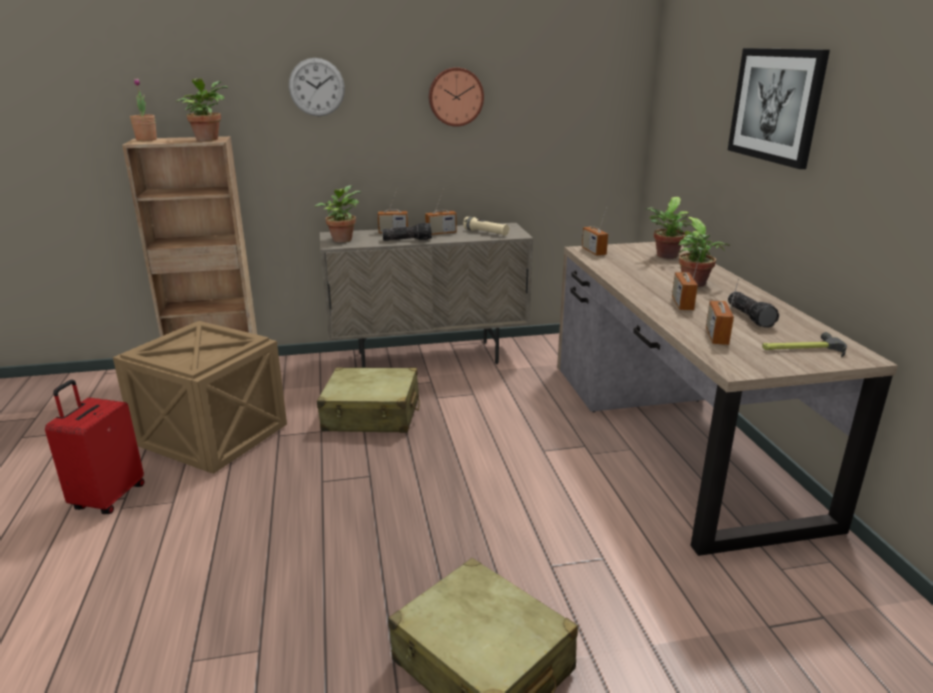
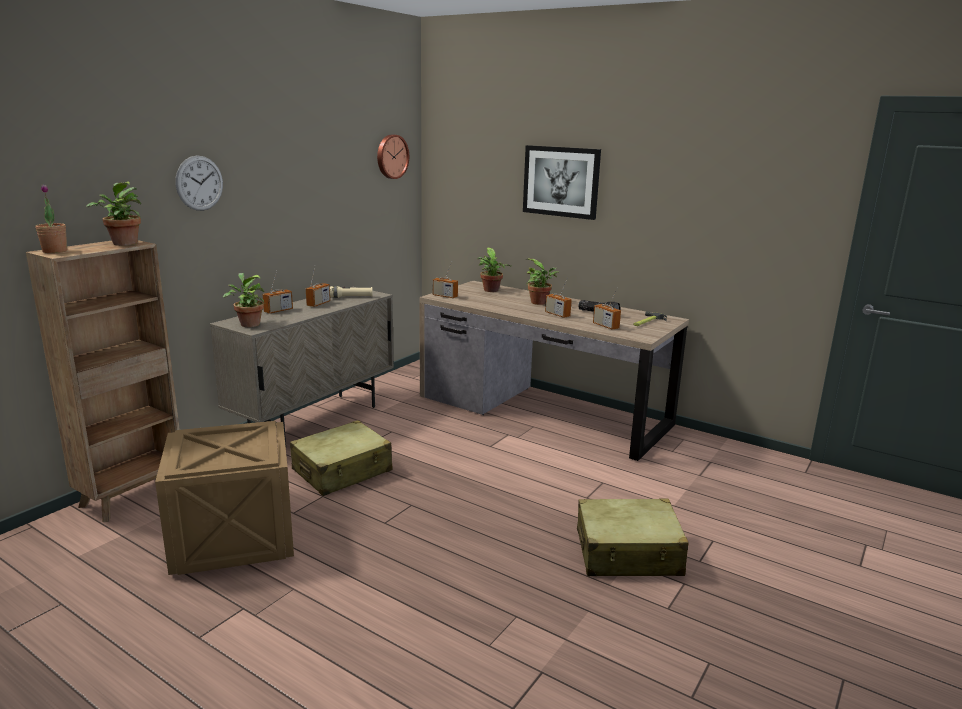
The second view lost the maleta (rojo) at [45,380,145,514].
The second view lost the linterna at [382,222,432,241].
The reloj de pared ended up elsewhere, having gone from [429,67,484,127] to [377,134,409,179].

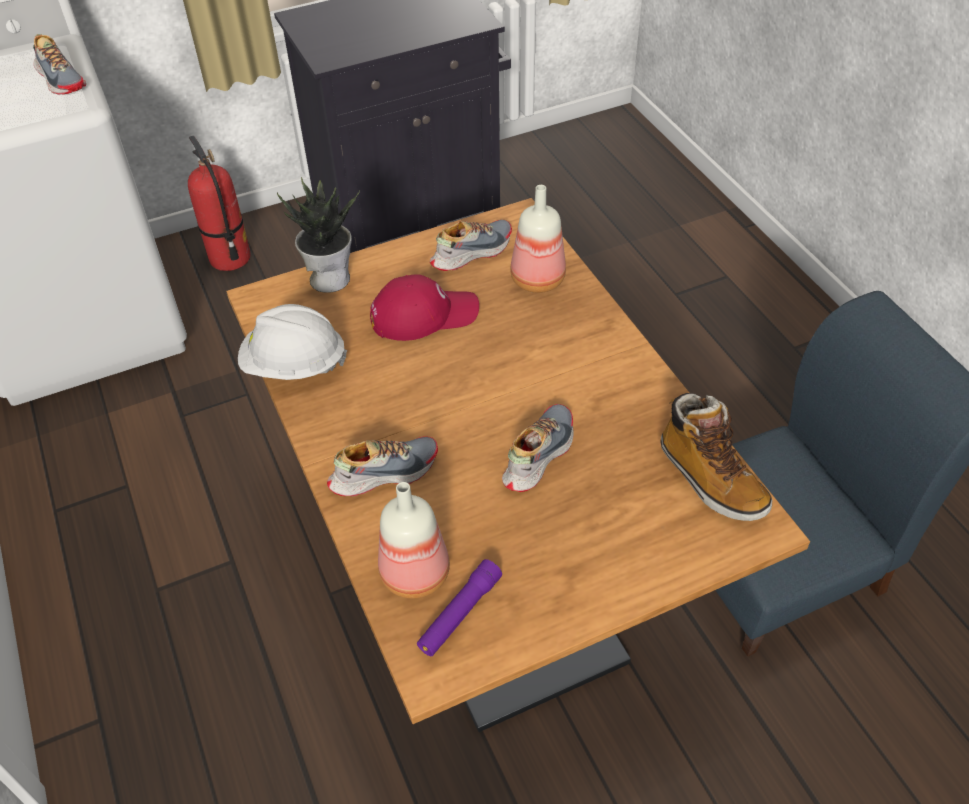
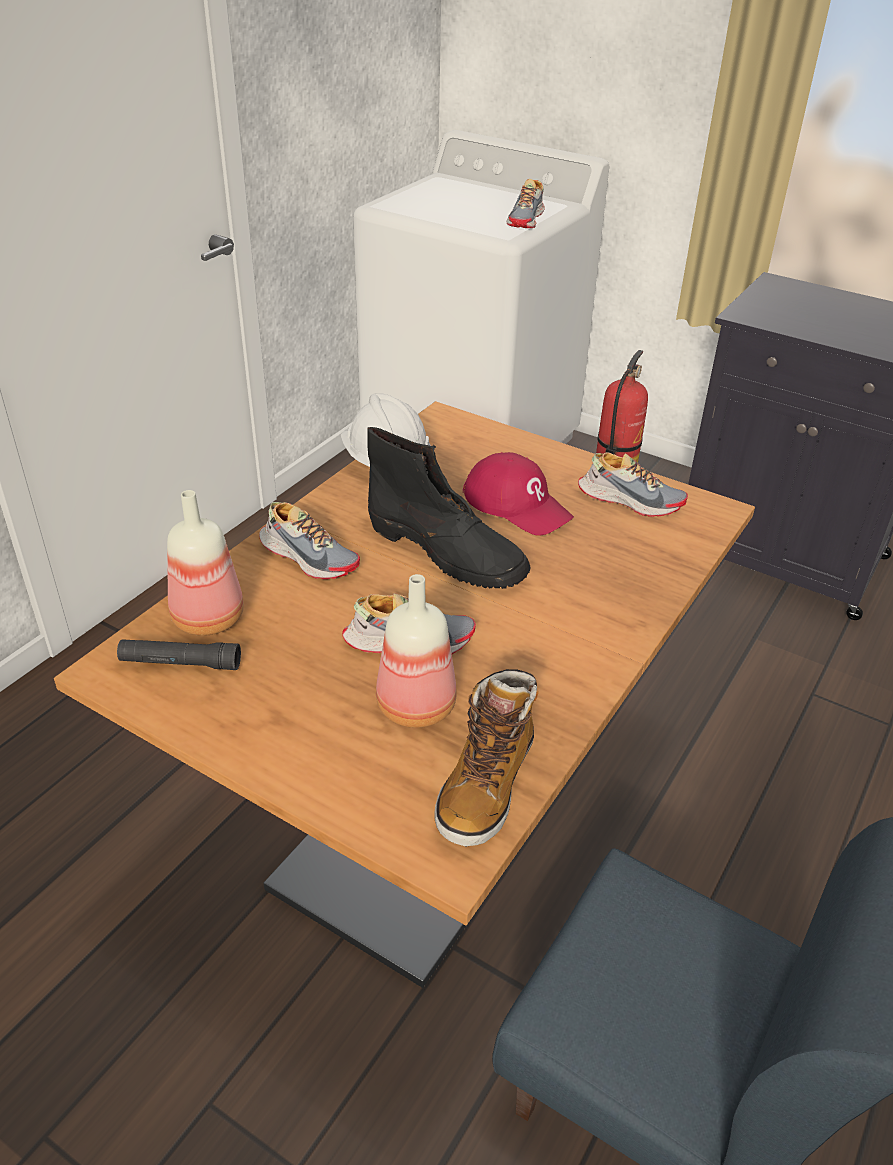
The second view lost the planta en maceta at [277,177,360,293].
What was the linterna (morado) at [417,559,502,656] turned into the linterna (negro) at [117,639,241,670].
The botella ended up elsewhere, having gone from [510,185,566,293] to [376,574,457,728].
The second view gained the bota (negro) at [367,427,530,589].

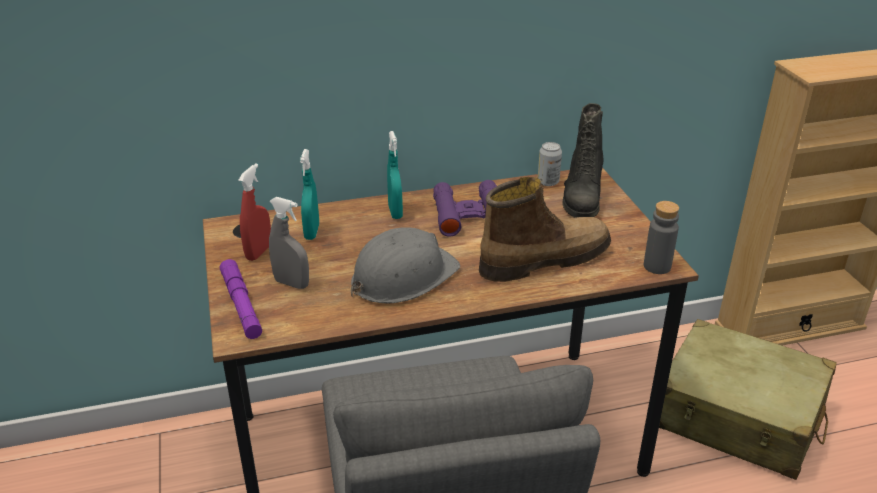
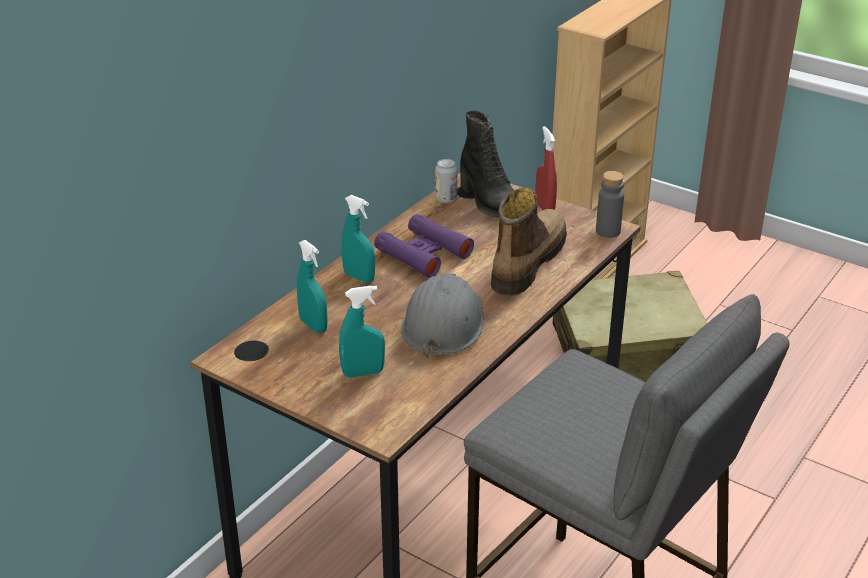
The second view lost the linterna (morado) at [220,259,262,339].
The pulverizador (rojo) ended up elsewhere, having gone from [238,163,271,261] to [535,126,557,210].
What was the pulverizador (gris) at [269,197,309,289] turned into the pulverizador (turquesa) at [339,286,385,378].

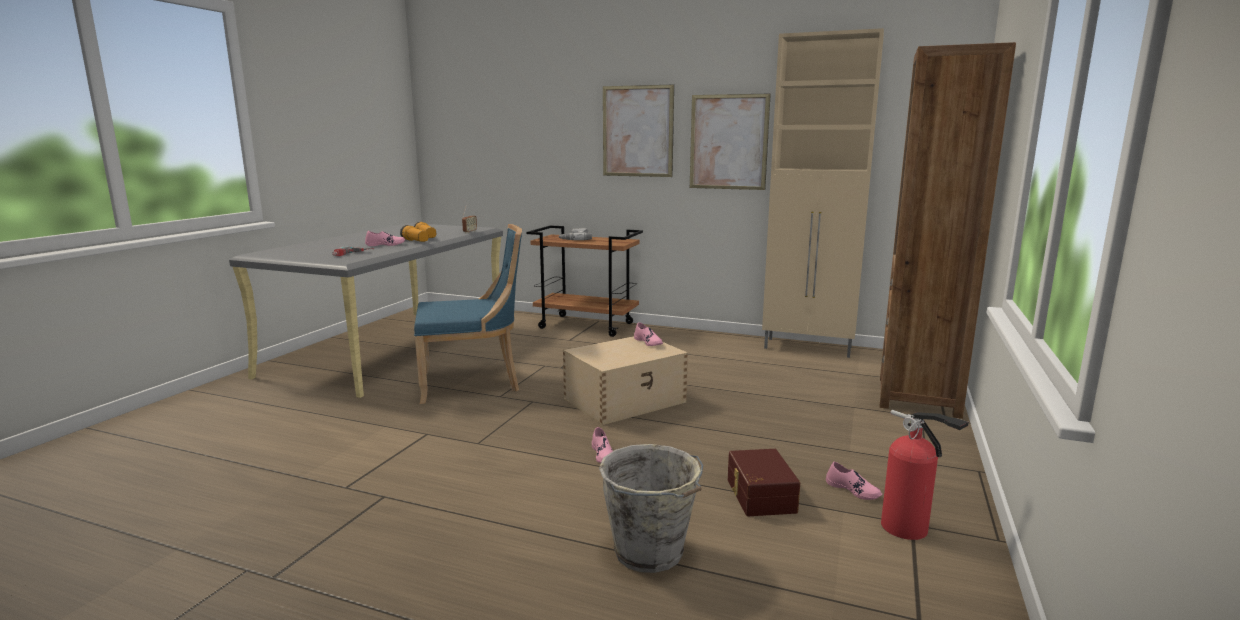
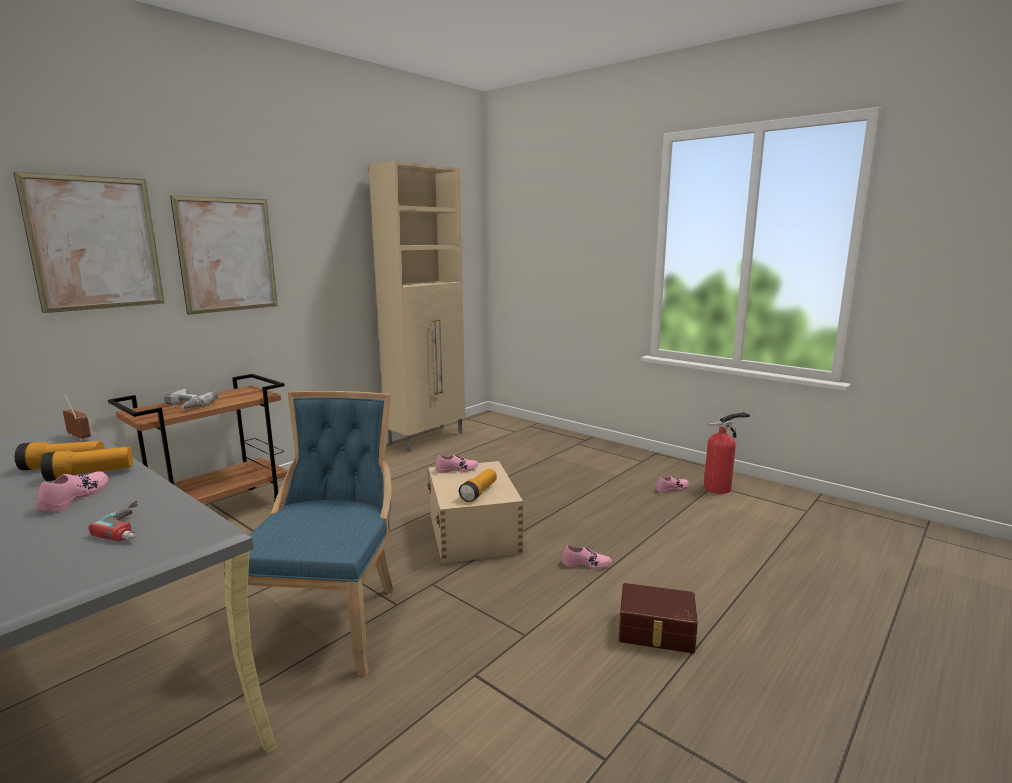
The second view lost the cubo (gris) at [599,444,703,573].
The cuadro ended up elsewhere, having gone from [690,94,771,190] to [13,171,164,313].
The caja de almacenaje (marrón) ended up elsewhere, having gone from [728,449,800,516] to [619,583,698,653].
The second view lost the estantería (marrón) at [880,42,1016,419].
The second view gained the linterna at [459,469,497,502].

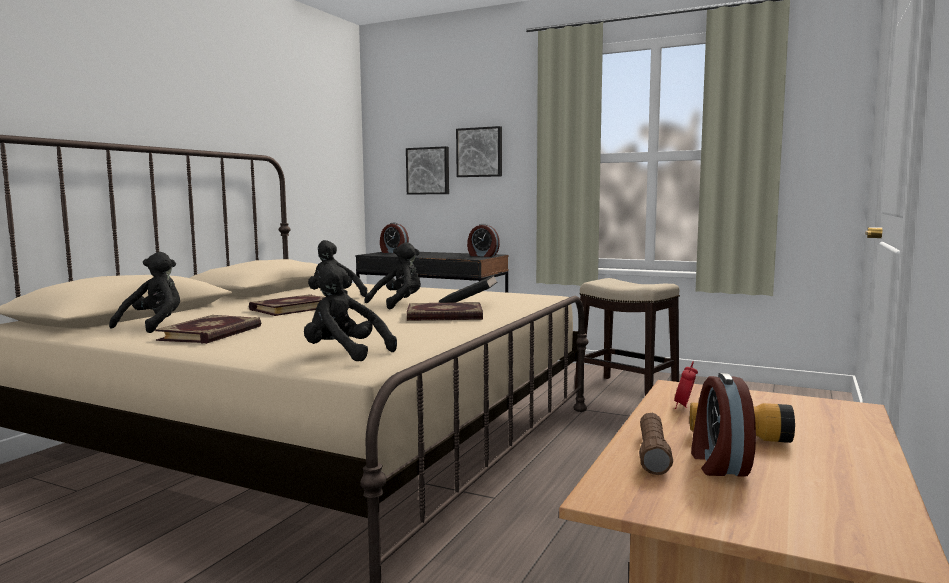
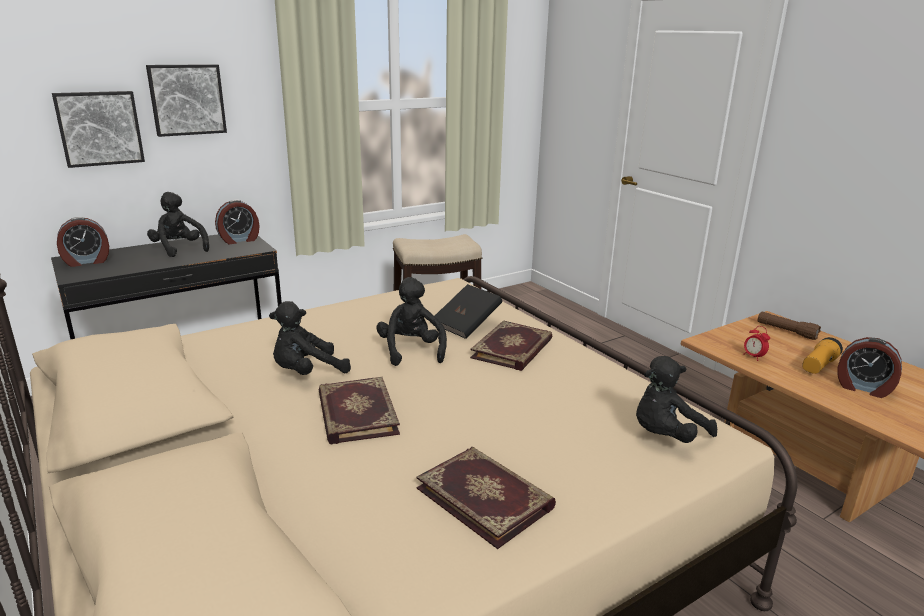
The peluche (negro) ended up elsewhere, having gone from [109,252,180,333] to [147,192,209,257].
The linterna (marrón) ended up elsewhere, having gone from [639,413,673,475] to [758,312,821,340].

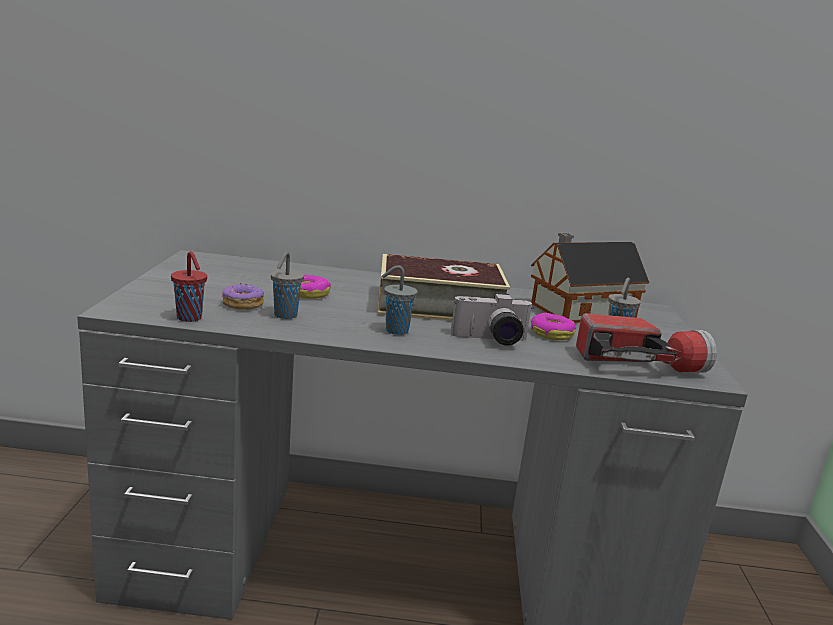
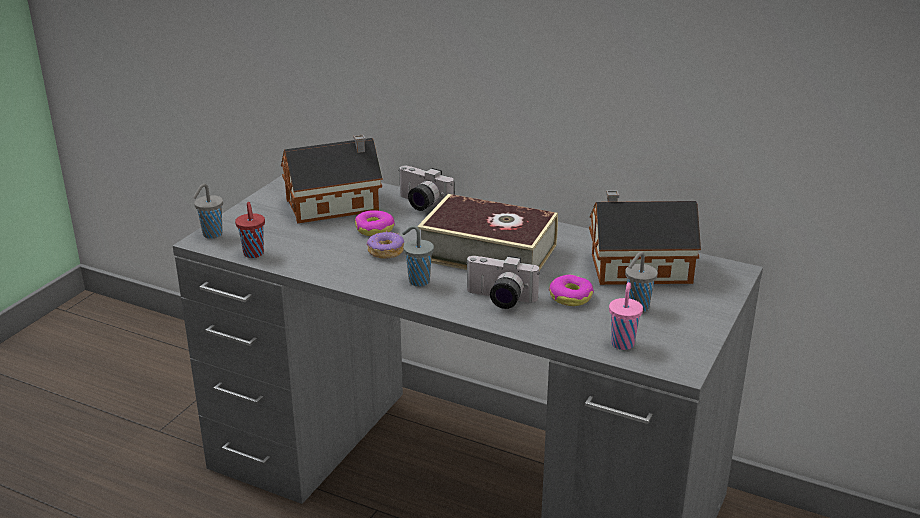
The rosquilla ended up elsewhere, having gone from [222,283,264,310] to [366,231,404,259].
The taza (gris) ended up elsewhere, having gone from [271,252,304,319] to [193,183,223,239].
Where the linterna stood at [576,313,717,373], the taza (rosa) came to stand at [609,282,643,350].
The second view gained the casita at [281,135,383,224].
The second view gained the cámara at [398,166,455,211].

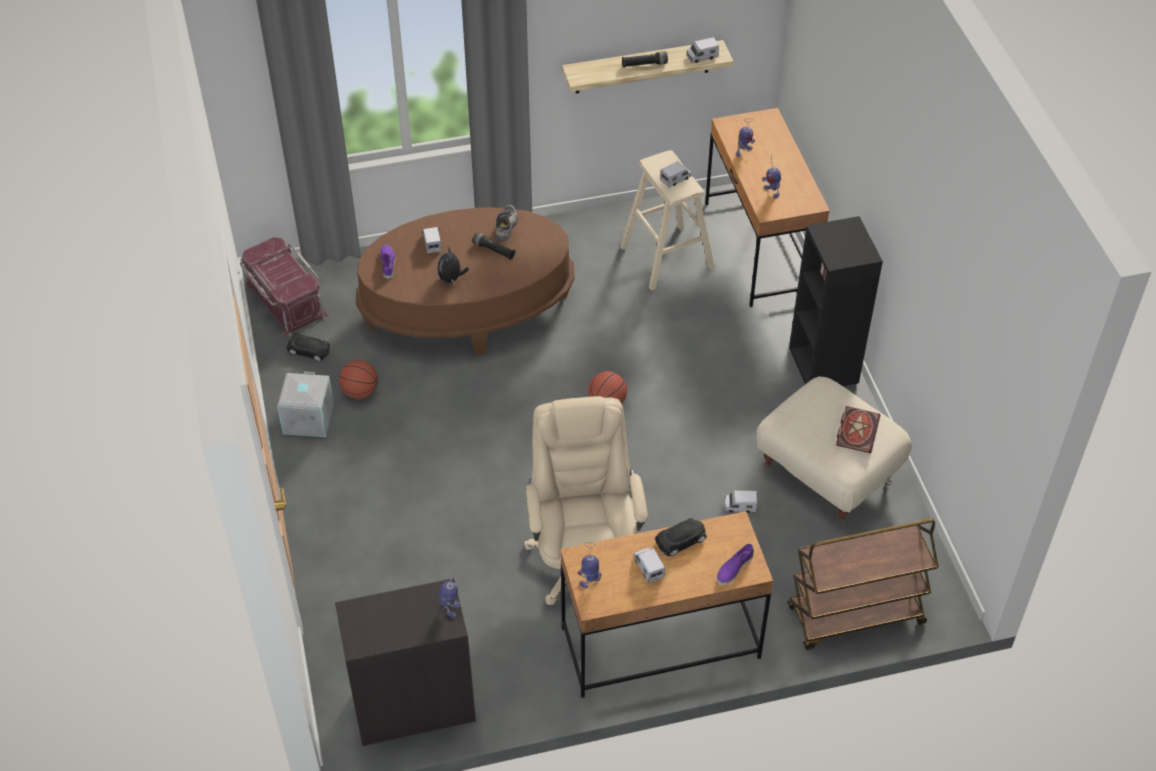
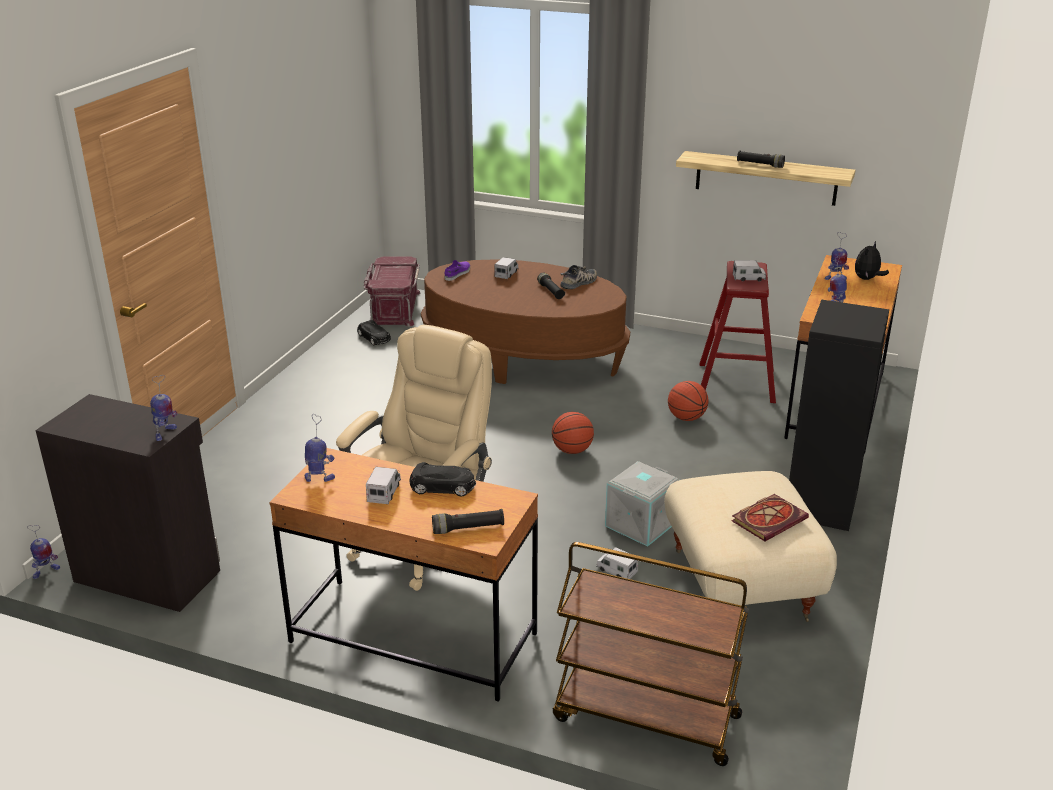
The caja de almacenaje (gris) ended up elsewhere, having gone from [277,371,334,437] to [605,461,680,547].
The balón de baloncesto ended up elsewhere, having gone from [339,360,378,399] to [668,381,708,421].
The peluche ended up elsewhere, having gone from [437,246,469,284] to [855,241,889,280].
What was the taburete (beis) at [620,150,714,291] turned into the taburete (rojo) at [699,261,776,403].
The second view lost the camión de juguete at [686,37,719,63].
Where the zapato (morado) stood at [717,544,754,585], the linterna (negro) came to stand at [432,509,504,534].
The second view gained the robot de juguete at [27,525,60,579].

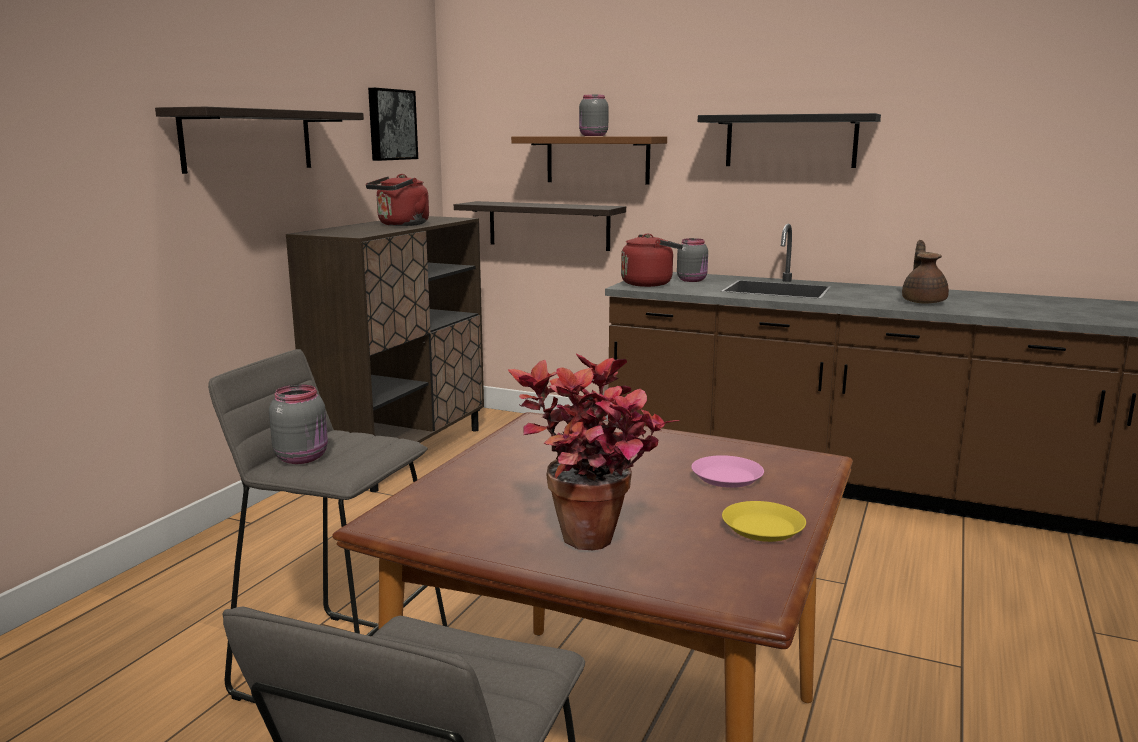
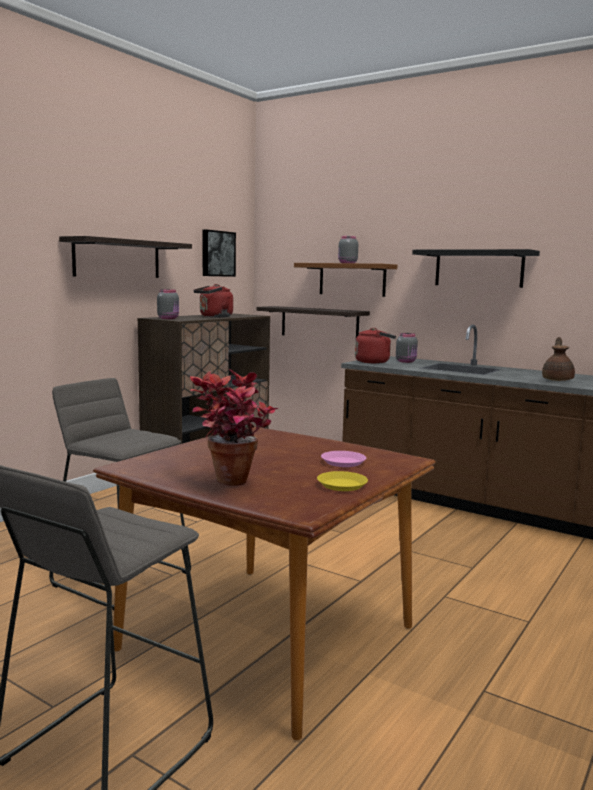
The tarro (gris) ended up elsewhere, having gone from [269,384,328,464] to [157,289,179,319].

